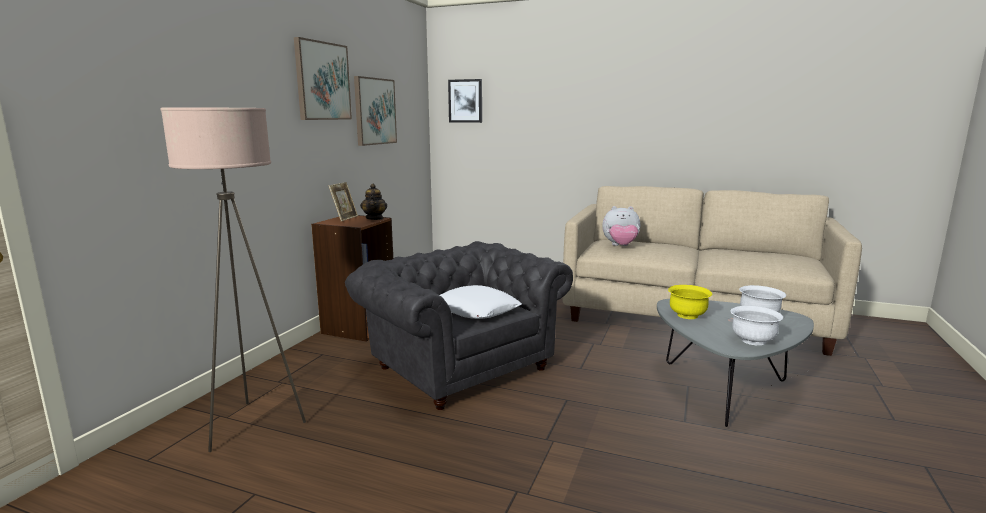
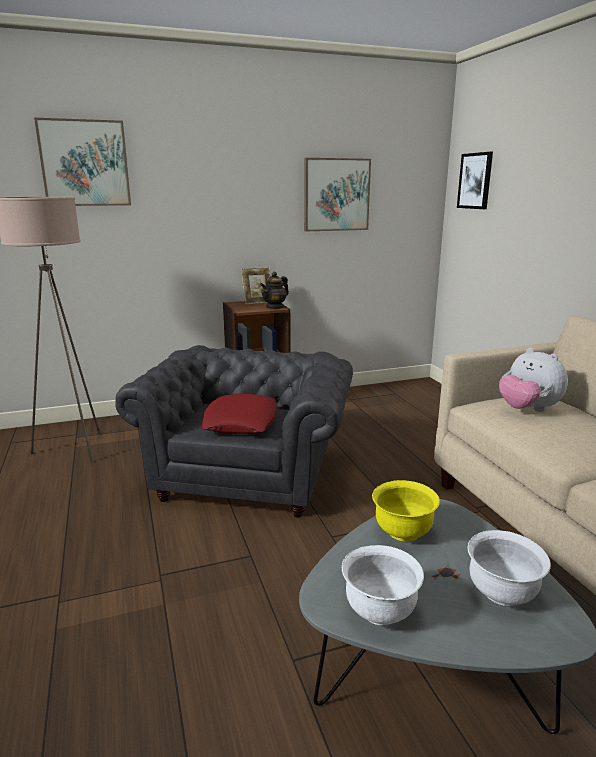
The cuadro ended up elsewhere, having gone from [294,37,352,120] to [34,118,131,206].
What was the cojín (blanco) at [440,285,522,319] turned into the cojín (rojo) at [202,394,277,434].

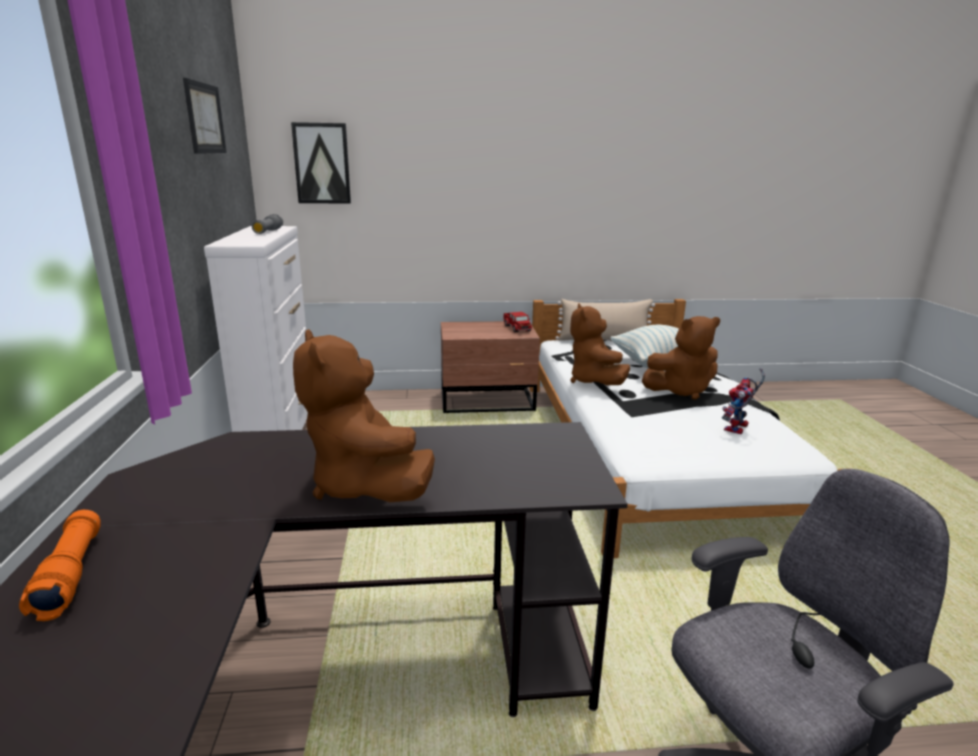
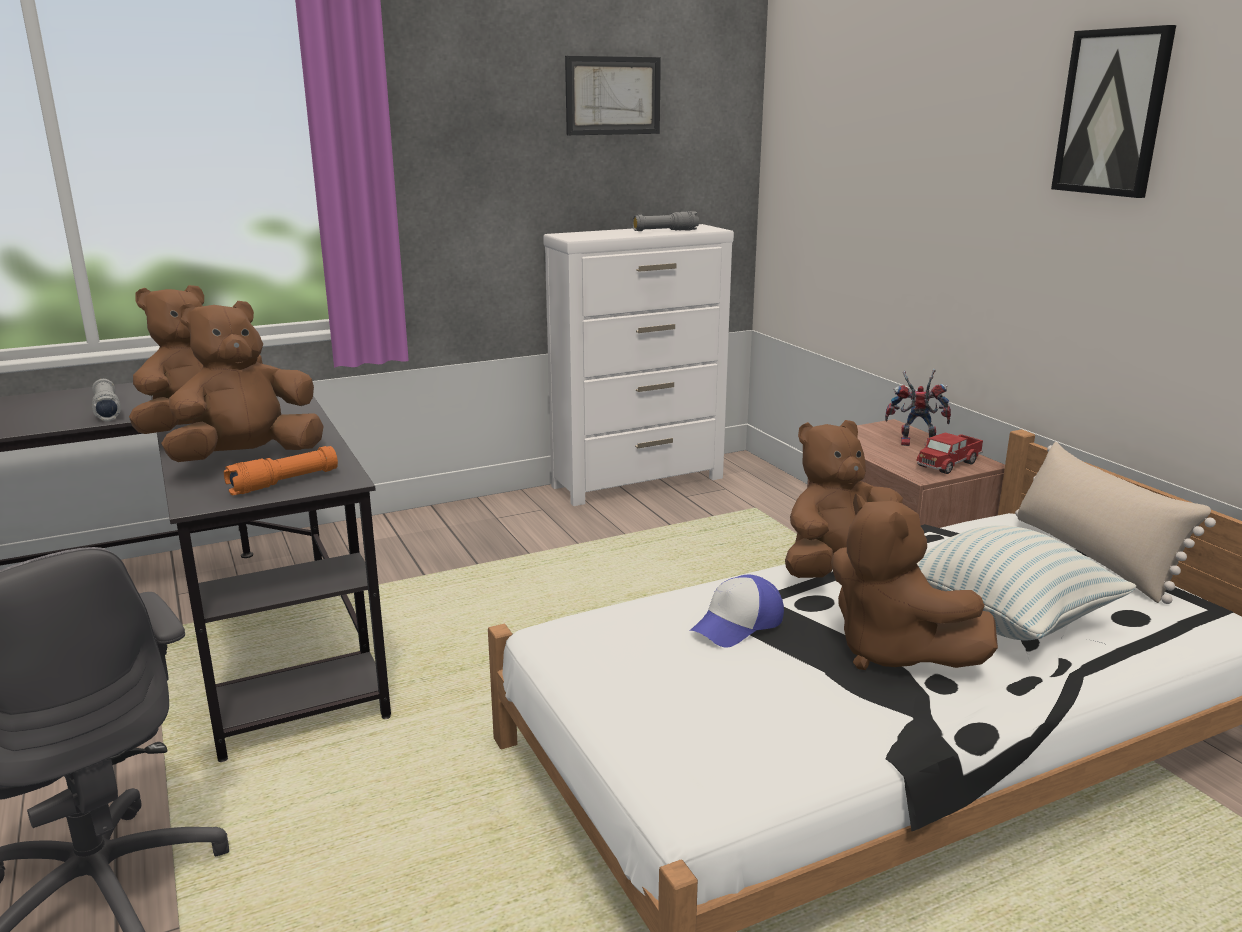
The linterna (naranja) ended up elsewhere, having gone from [19,510,101,621] to [224,446,338,495].
The cuadro ended up elsewhere, having gone from [291,122,351,204] to [1051,25,1176,198].
The robot de juguete ended up elsewhere, having gone from [722,368,765,434] to [885,369,951,446].
The second view gained the linterna (gris) at [92,379,121,421].
The second view gained the peluche (marrón) at [161,301,324,462].
The second view gained the gorra at [690,574,784,647].

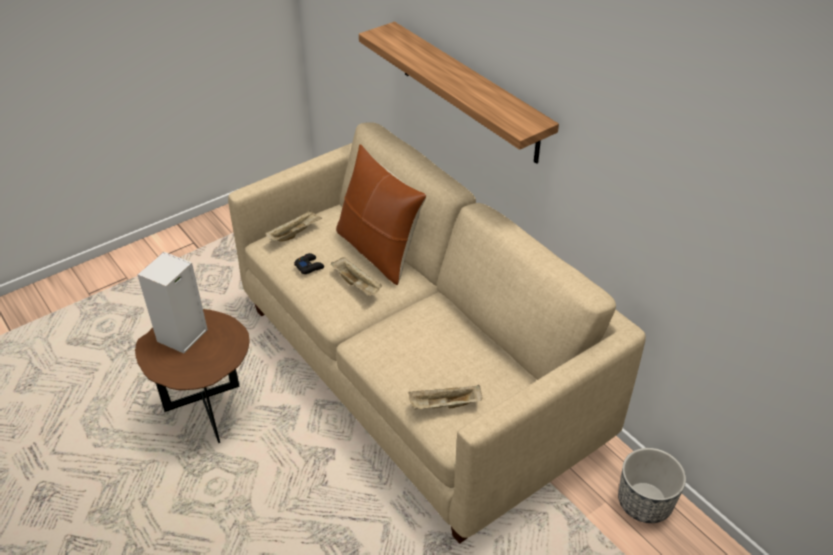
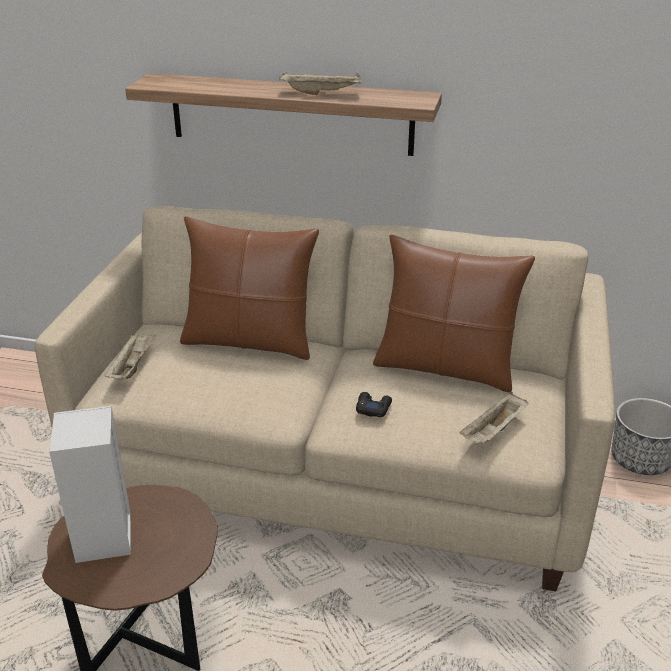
The mando de consola (negro) ended up elsewhere, having gone from [294,253,324,274] to [356,392,392,417].
The bandeja (beis) ended up elsewhere, having gone from [331,257,382,296] to [279,72,361,95].
The second view gained the cojín (marrón) at [373,235,535,392].

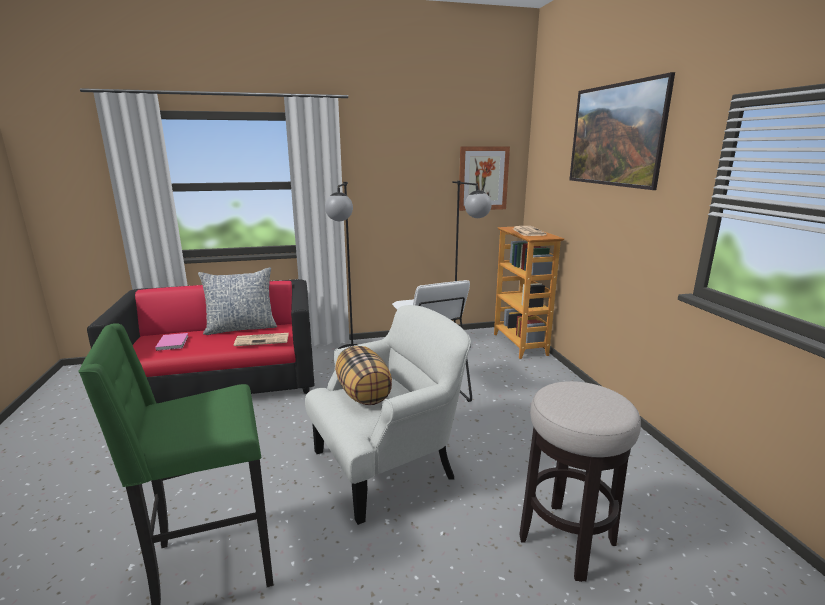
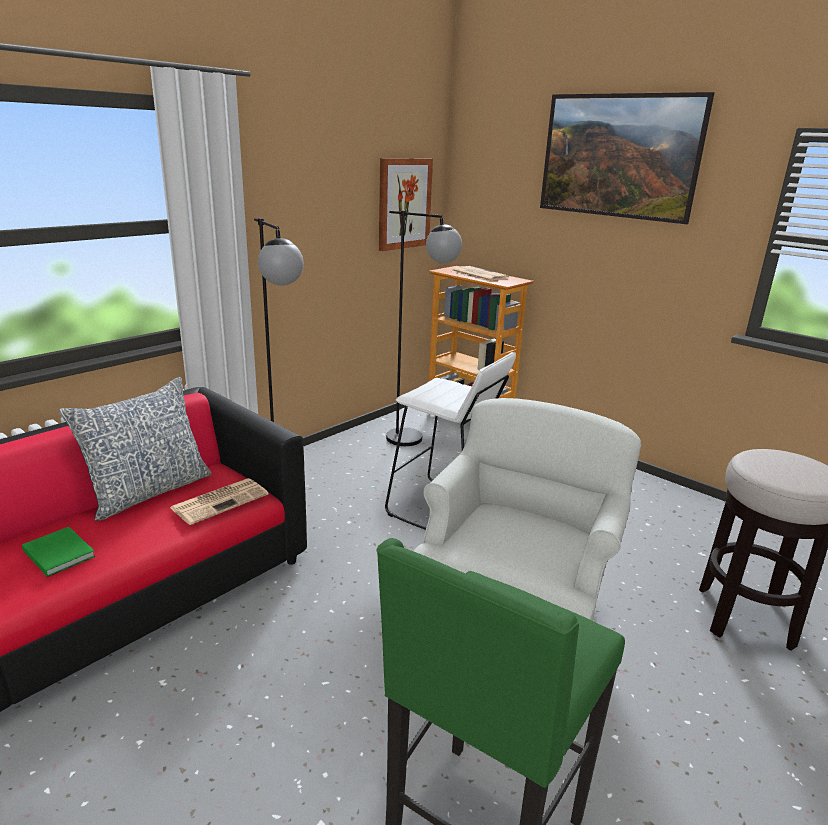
What was the libro (rosa) at [155,333,189,351] turned into the libro (verde) at [22,527,96,577].
The second view lost the cojín at [335,346,392,405].

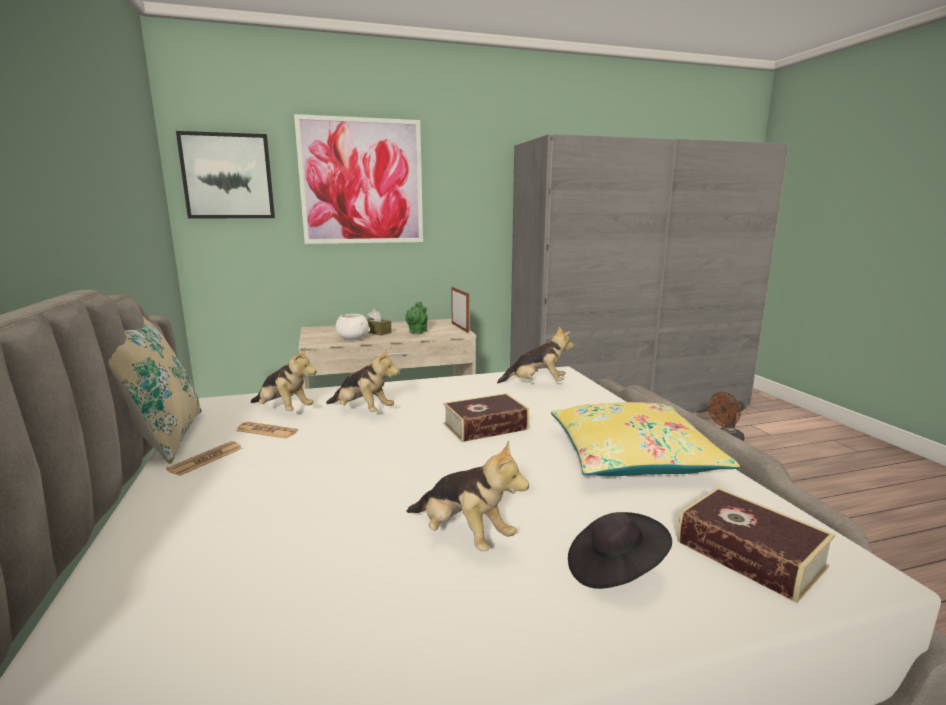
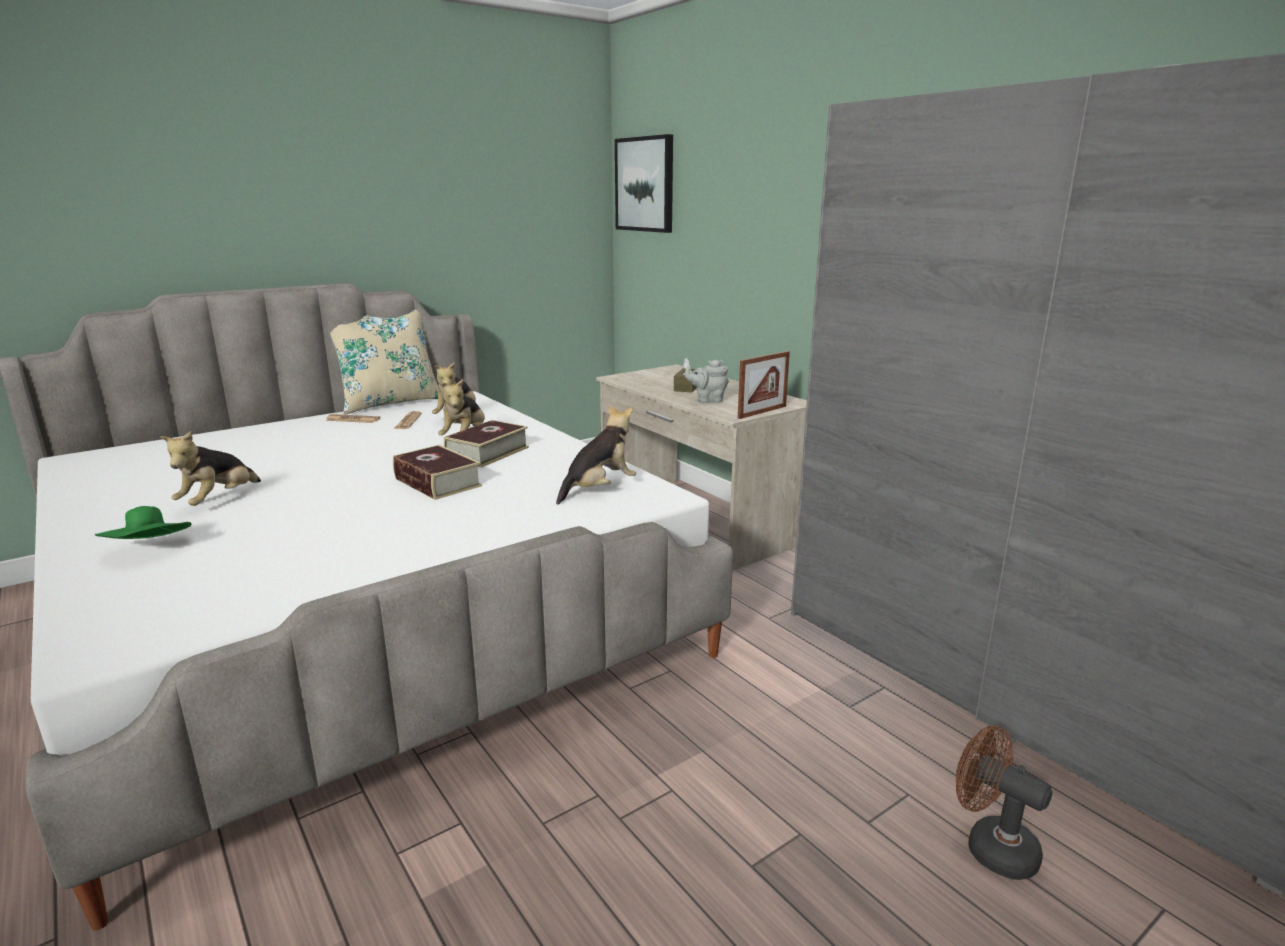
The second view lost the cuadro at [294,114,423,244].
The second view lost the cuenco (blanco) at [335,314,370,340].
What was the tetera (verde) at [405,302,428,334] turned into the tetera (gris) at [684,360,729,403].
The peluche at [497,327,574,384] ended up facing another way, 120 degrees counterclockwise from before.
The second view lost the cojín (amarillo) at [551,402,740,476].
What was the sombrero (negro) at [568,512,672,589] turned into the sombrero (verde) at [95,506,192,539].
The libro ended up elsewhere, having gone from [678,487,835,603] to [444,420,529,467].

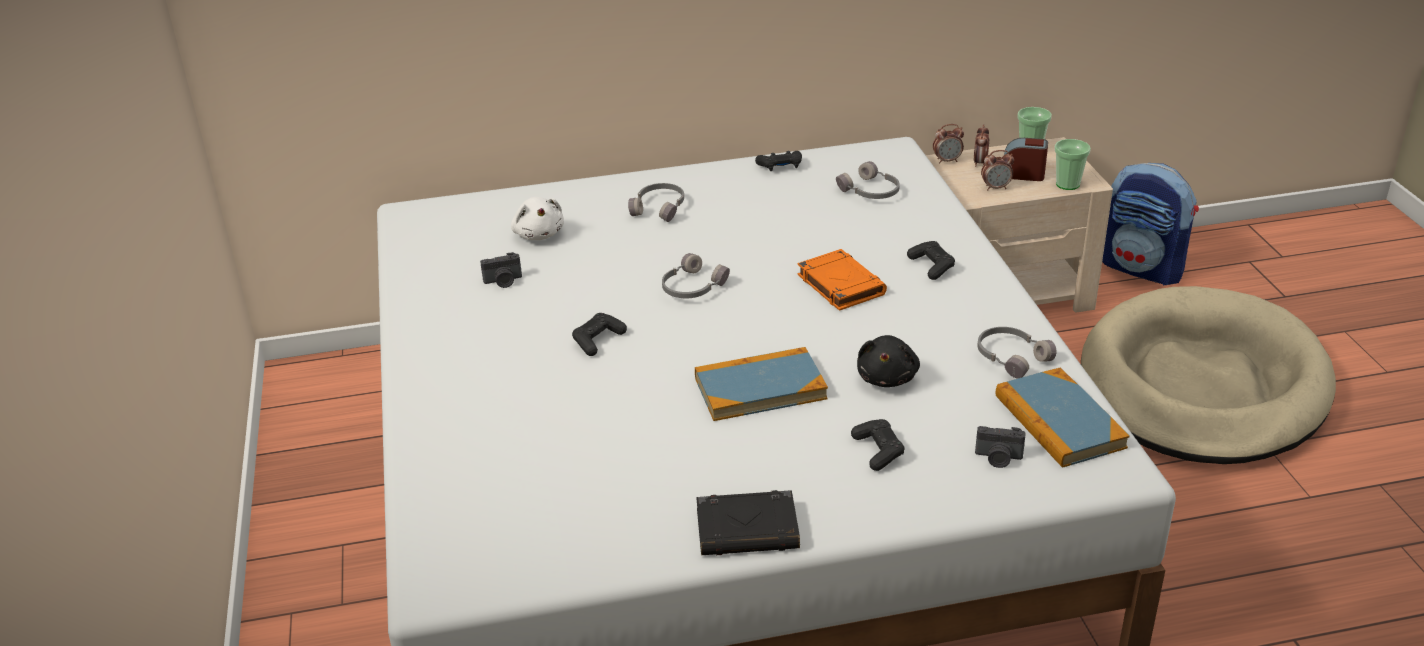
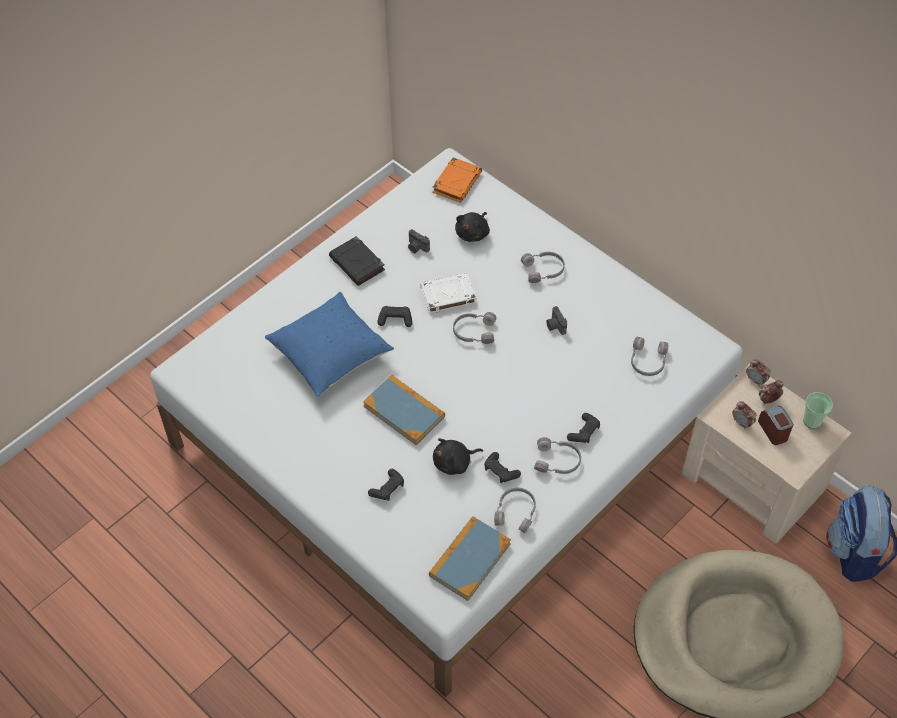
What was the peluche (blanco) at [511,197,564,240] turned into the peluche (negro) at [455,212,490,242].
The libro (negro) ended up elsewhere, having gone from [696,490,800,555] to [329,236,385,286].
The mando de consola (negro) ended up elsewhere, having gone from [755,151,802,171] to [484,452,521,483].
The libro (naranja) ended up elsewhere, having gone from [798,249,887,311] to [432,157,482,203].
The cámara ended up elsewhere, having gone from [975,426,1026,468] to [546,306,567,335].
The second view lost the taza at [1054,139,1091,190].
The second view gained the cojín (azul) at [265,292,394,397].
The second view gained the libro (blanco) at [420,273,476,314].
The second view gained the auriculares (gris) at [534,437,581,474].

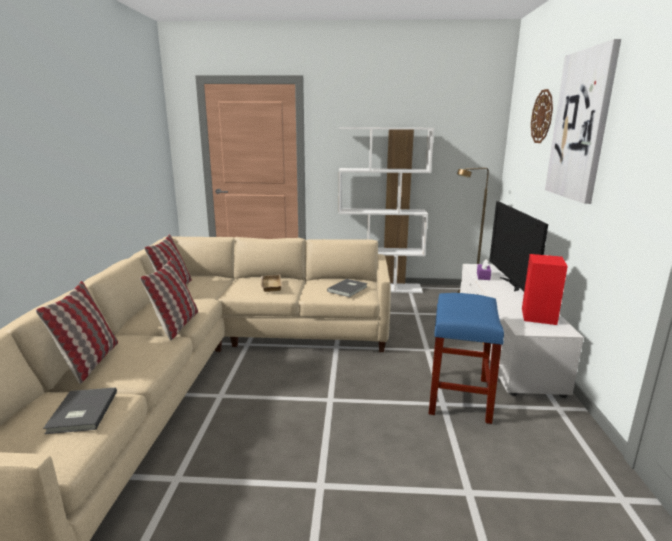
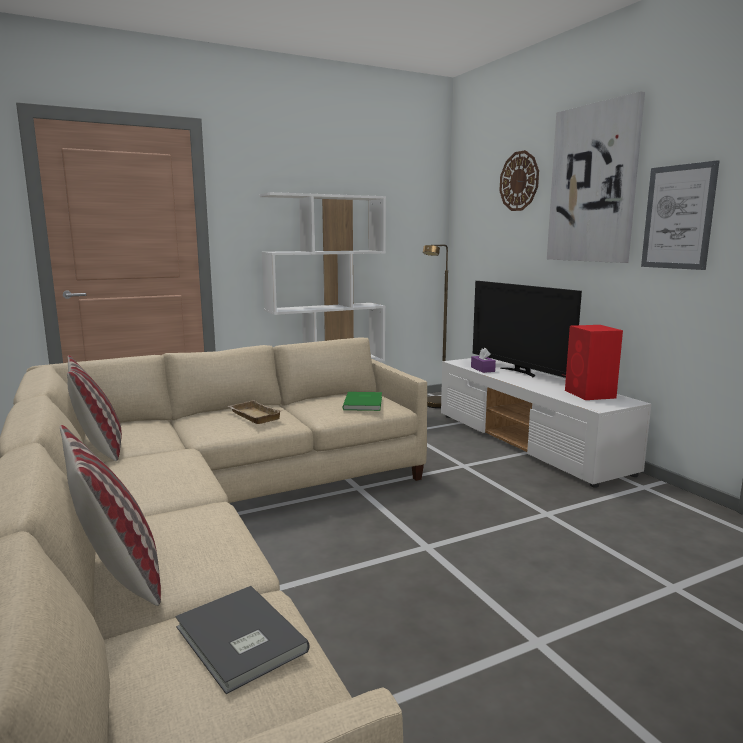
The second view lost the cojín at [140,258,198,341].
What was the libro (gris) at [327,279,368,297] turned into the libro (verde) at [343,392,382,411].
The second view lost the taburete (azul) at [429,293,504,424].
The second view gained the cuadro at [641,160,719,270].

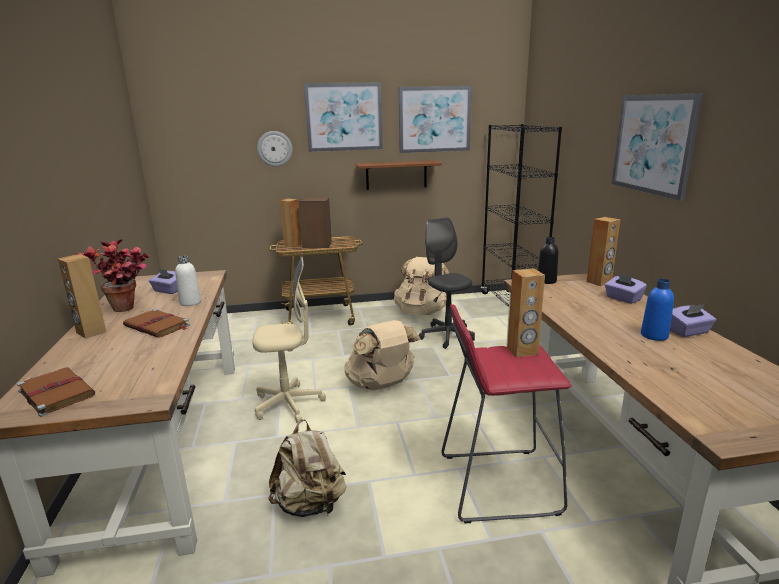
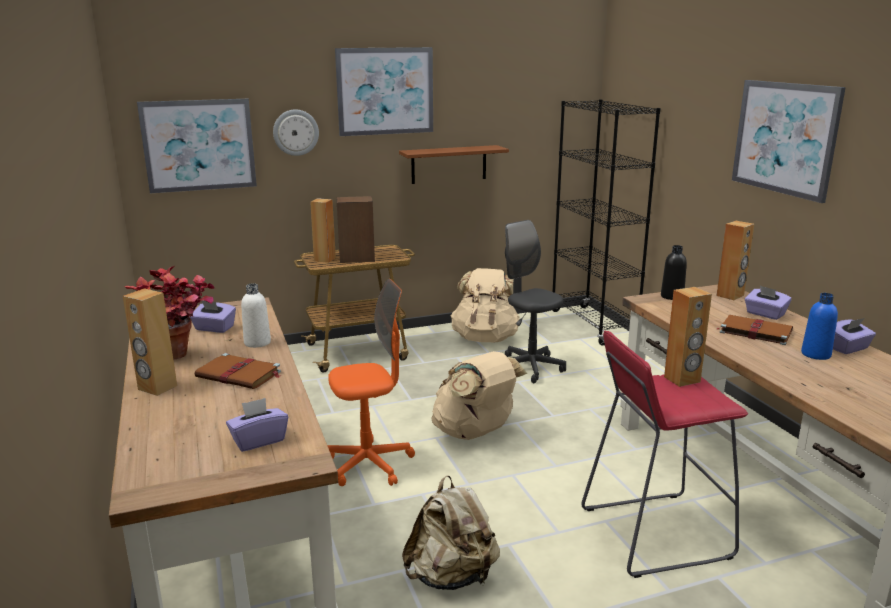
The libro (marrón) ended up elsewhere, having gone from [17,367,95,417] to [717,315,793,345].
What was the silla de oficina (beis) at [253,257,326,423] turned into the silla de oficina (naranja) at [327,279,415,486].
The cuadro ended up elsewhere, having gone from [399,86,472,153] to [137,99,257,193].
The second view gained the caja de pañuelos (morado) at [226,398,288,452].

